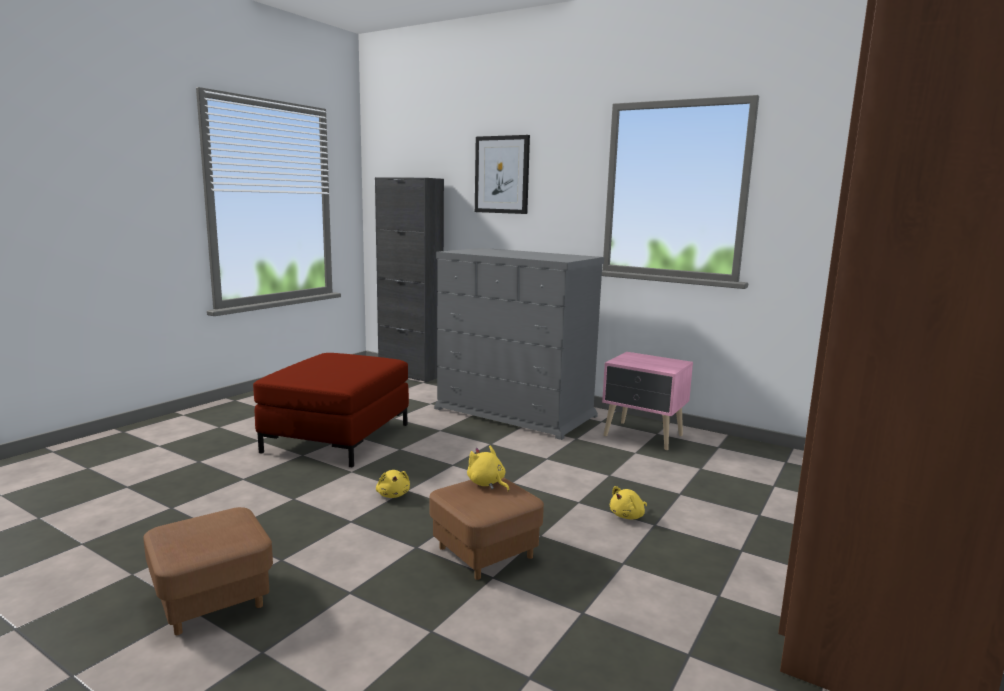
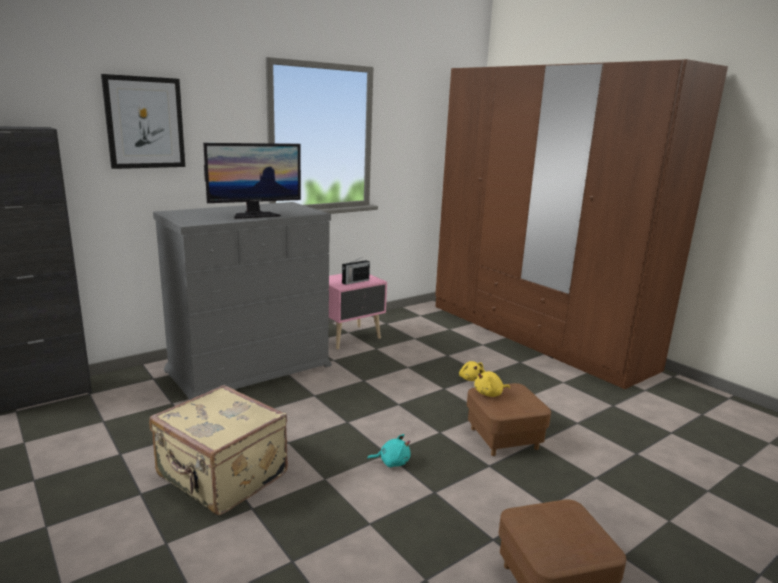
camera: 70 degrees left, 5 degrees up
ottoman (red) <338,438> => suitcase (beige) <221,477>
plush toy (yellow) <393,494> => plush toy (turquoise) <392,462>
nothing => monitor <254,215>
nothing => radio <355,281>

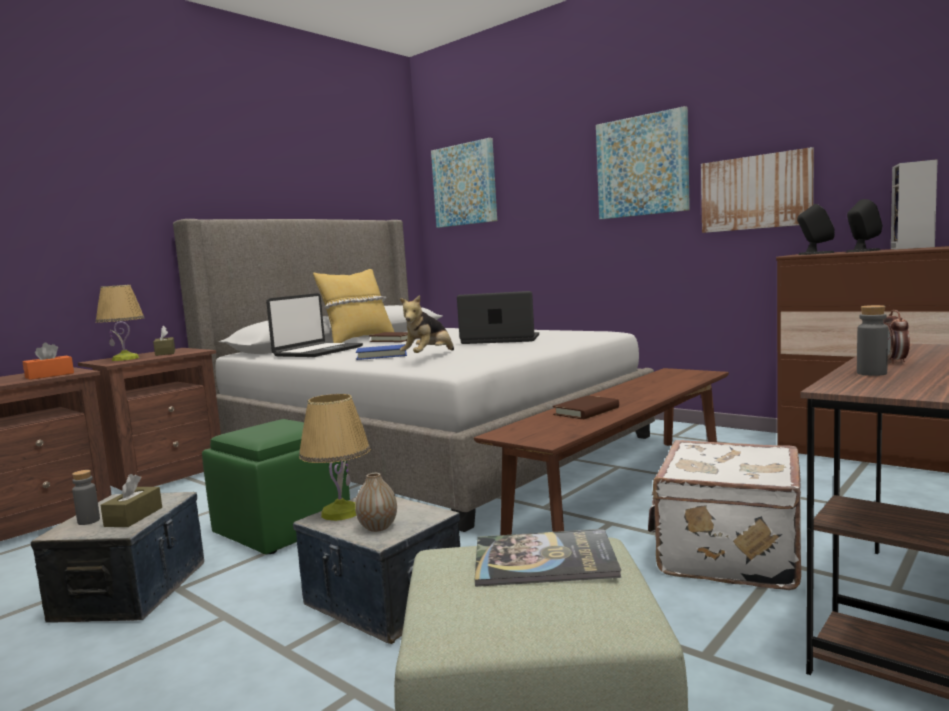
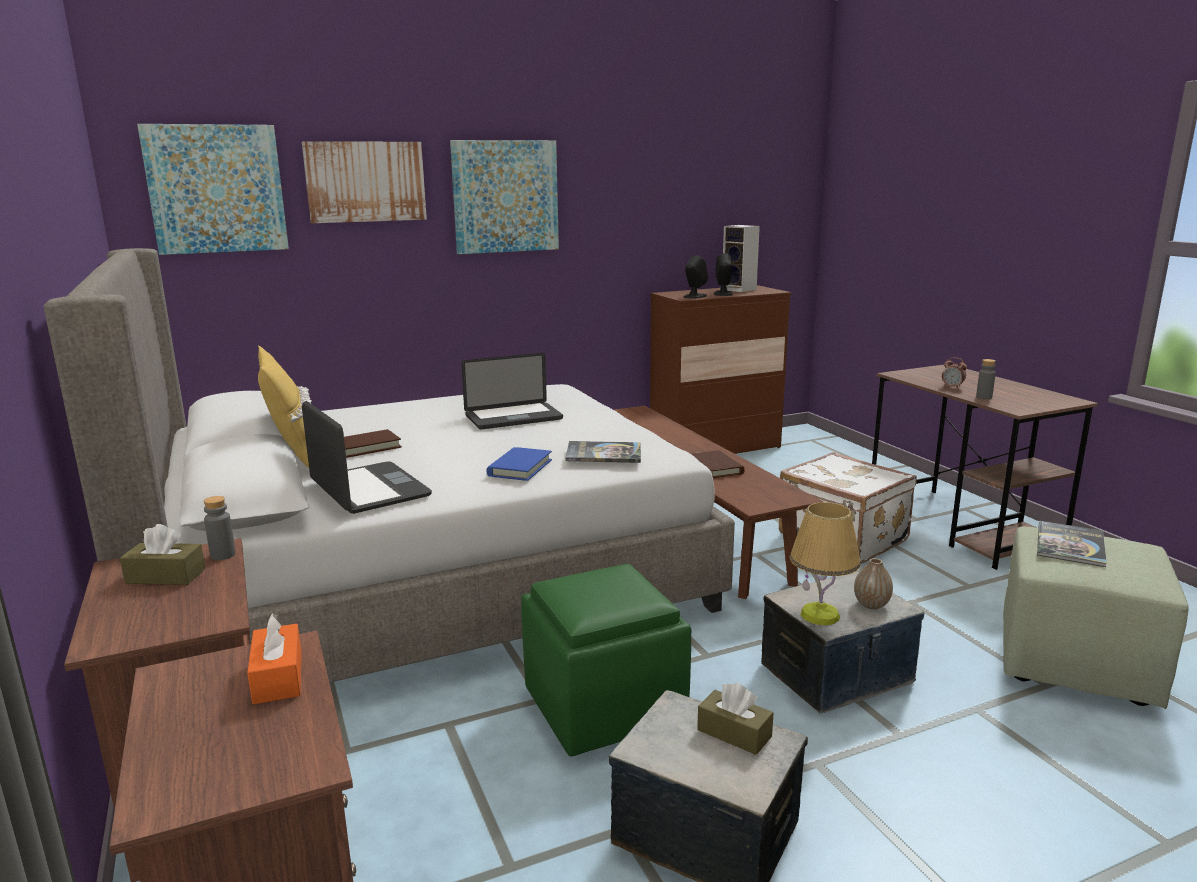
camera: 65 degrees left, 10 degrees up
bottle (grey) <88,521> => bottle (grey) <223,555>, relocated
table lamp <125,359> => nothing
plush toy <429,356> => book <603,453>
laptop <500,340> => laptop <513,417>, 150 degrees counterclockwise
picture <755,192> => picture <365,182>, relocated

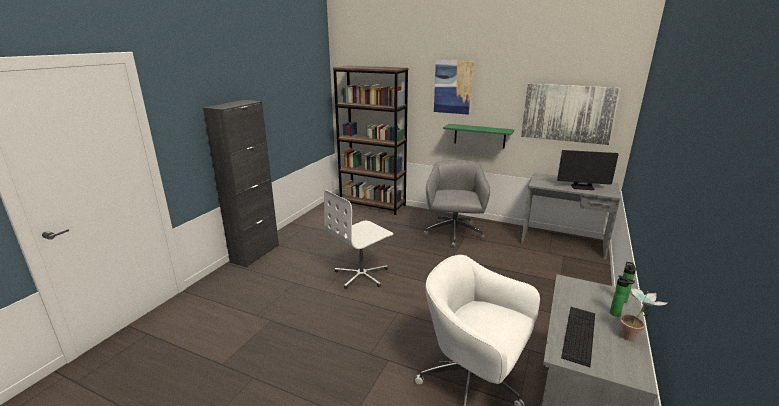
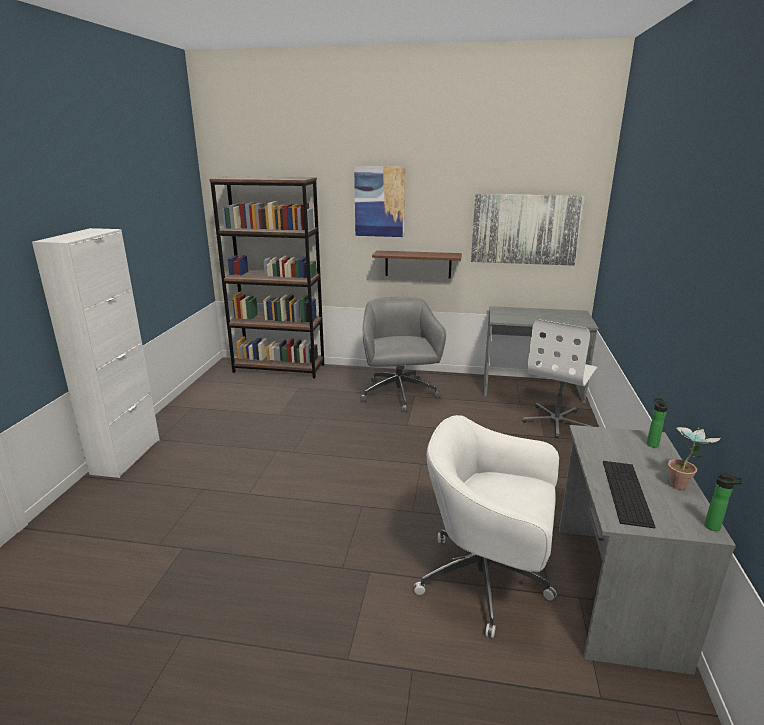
camera: 15 degrees left, 0 degrees up
cabinet (black) <255,253> => cabinet (white) <126,456>
office chair (white) <362,275> => office chair (white) <556,421>, relocated
shelf (green) <479,136> => shelf (brown) <418,264>
monitor <582,187> => nothing
bottle <616,314> => bottle <715,527>, relocated

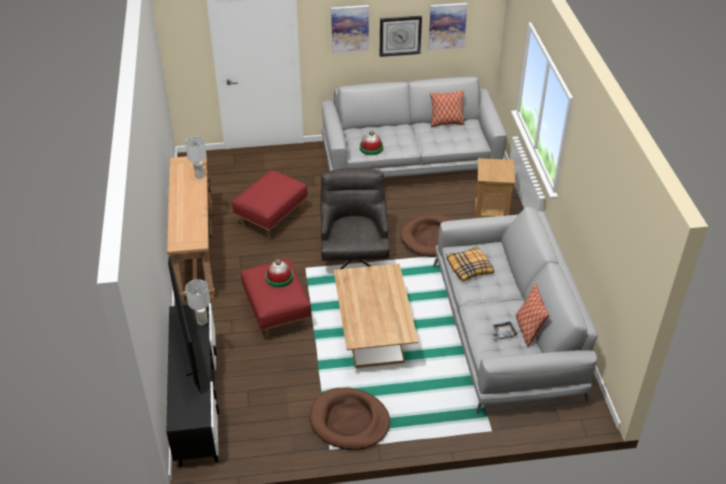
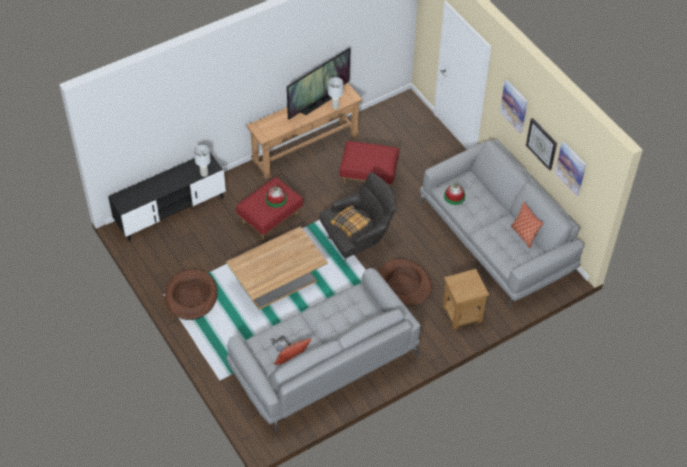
camera: 65 degrees right, 10 degrees up
television <187,351> => television <318,103>, relocated
pillow <469,268> => pillow <351,224>, relocated

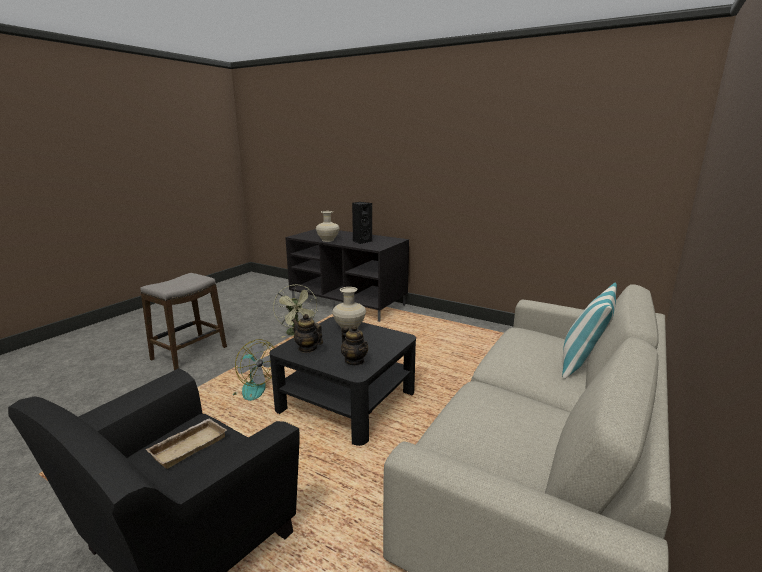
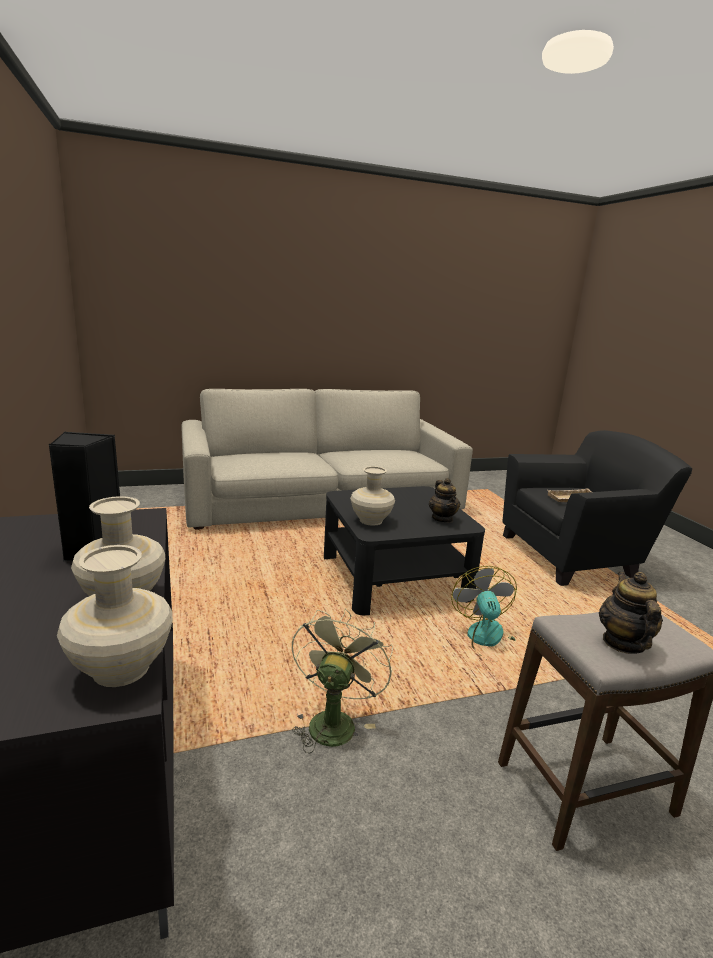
camera: 140 degrees left, 0 degrees up
teapot <354,361> => teapot <623,643>, relocated
pillow <583,363> => nothing
nothing => vase (beige) <122,668>

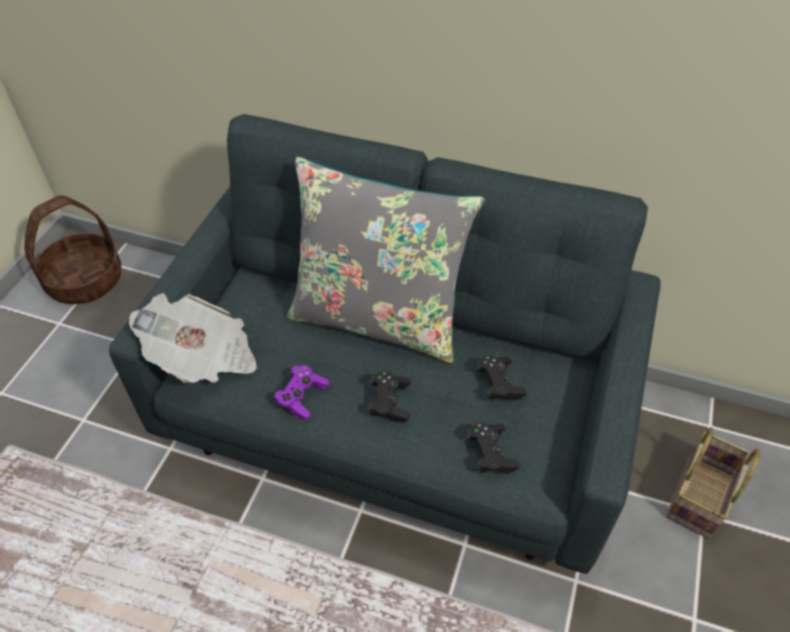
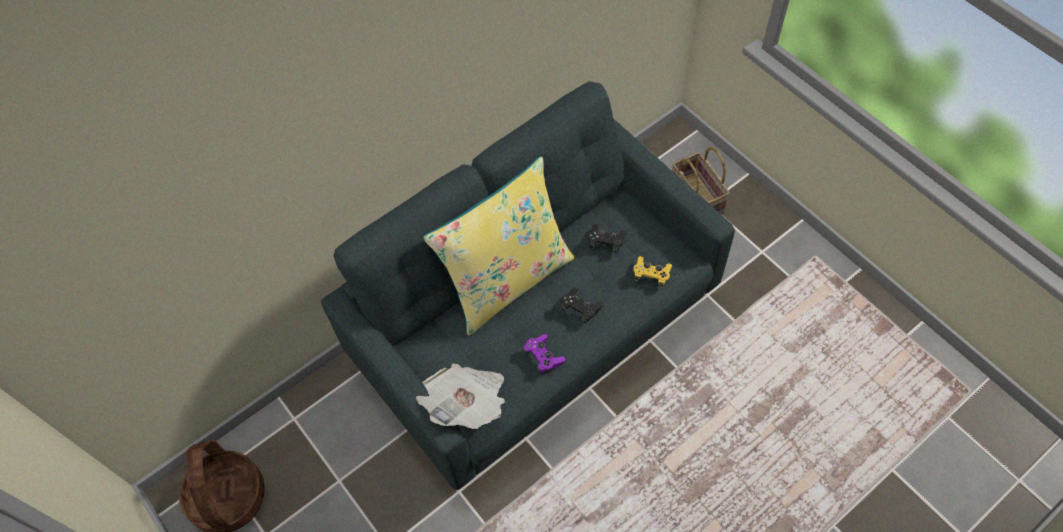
camera: 55 degrees left, 10 degrees up
pillow (grey) <378,318> => pillow (yellow) <507,280>
game controller (black) <490,454> => game controller (yellow) <651,275>

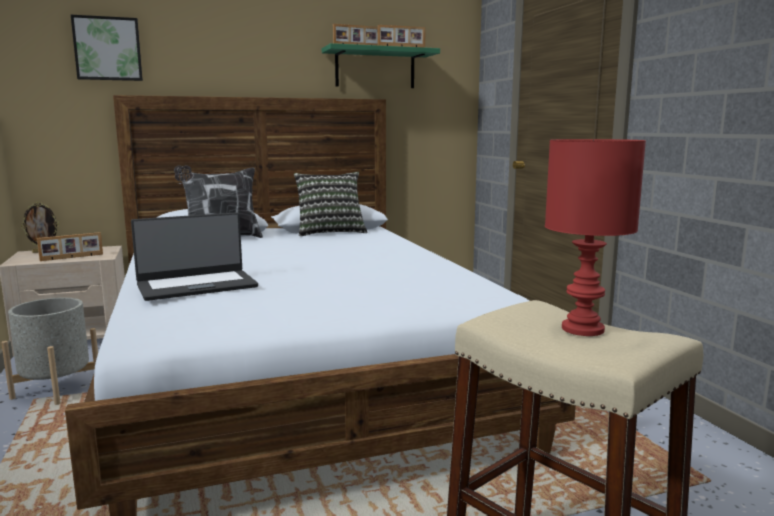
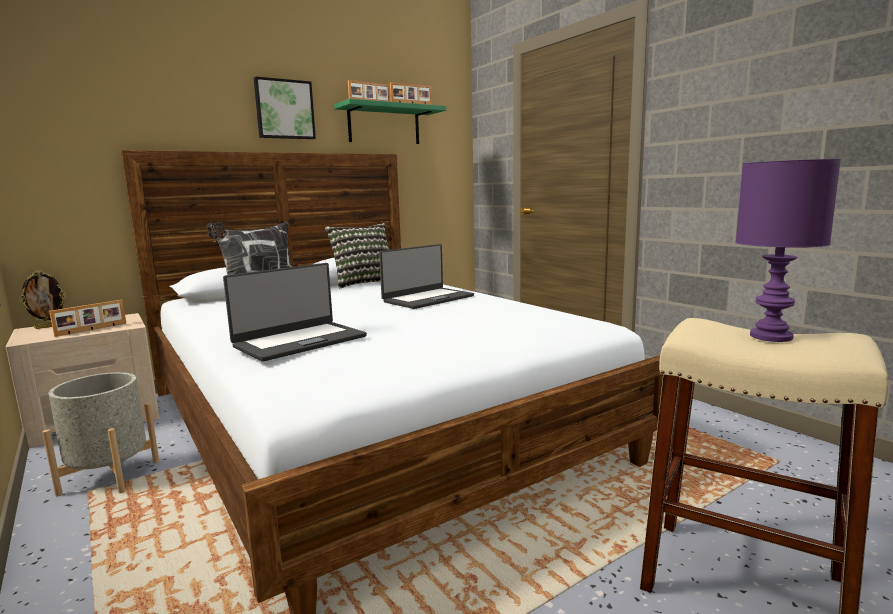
camera: 15 degrees left, 0 degrees up
picture <108,49> => picture <284,109>, relocated
table lamp (red) <584,329> => table lamp (purple) <773,337>
nothing => laptop <427,299>

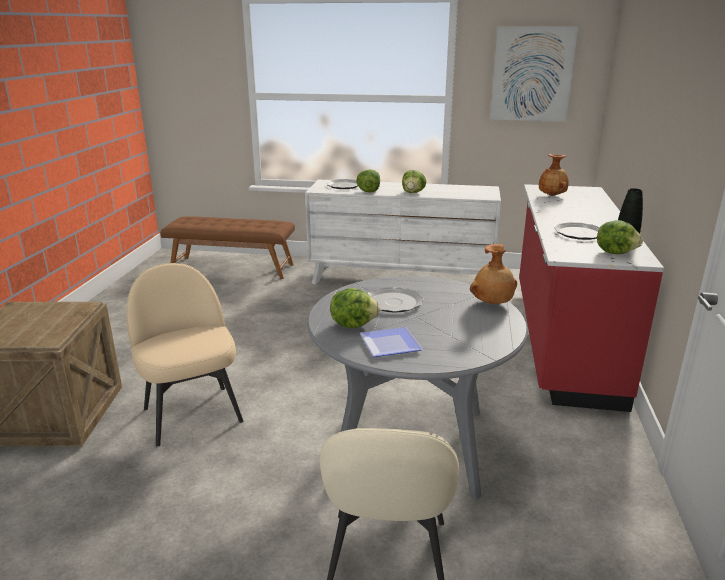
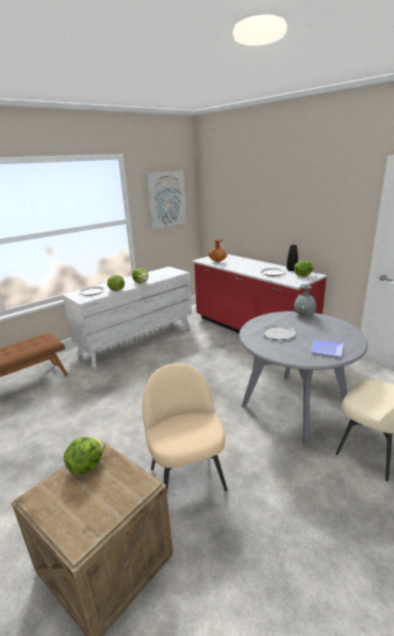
camera: 50 degrees left, 0 degrees up
chair (beige) <192,413> => chair (beige) <187,477>, 60 degrees clockwise
lettuce <353,324> => lettuce <86,465>, relocated
vase (brown) <492,304> => vase (grey) <304,315>

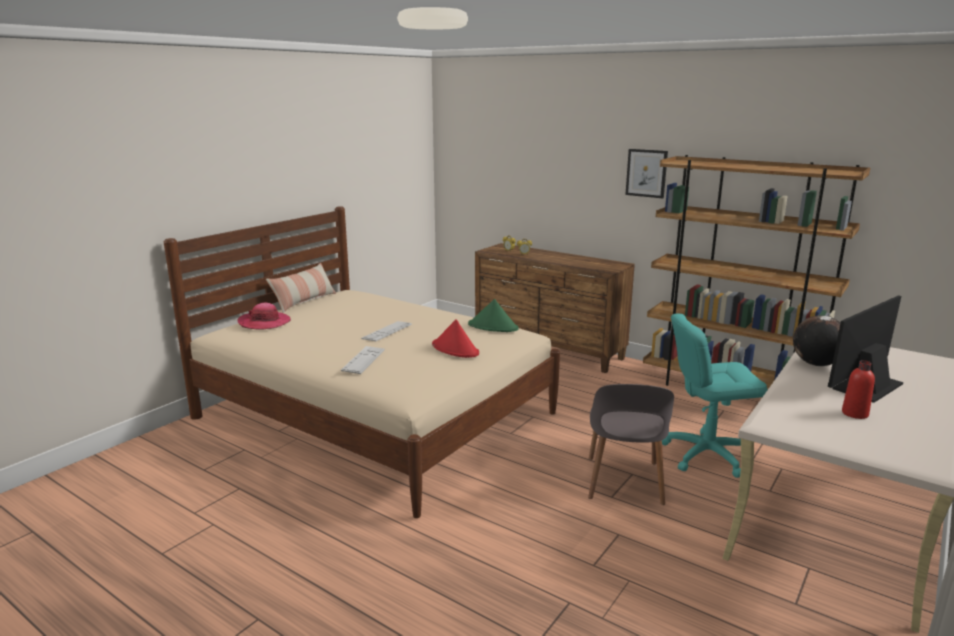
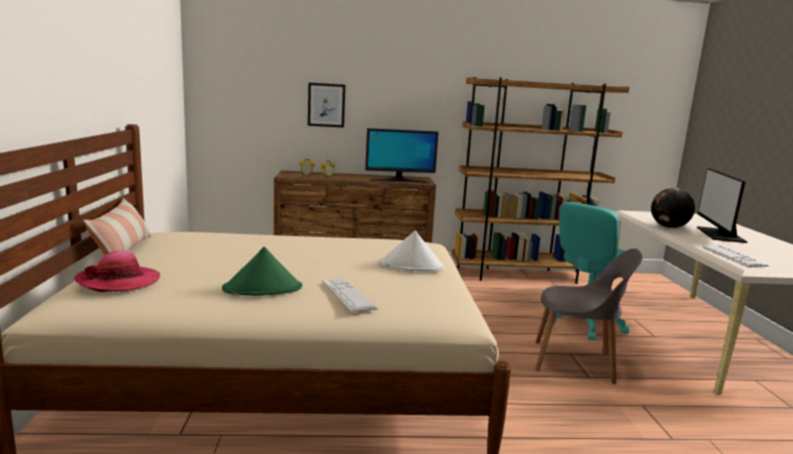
camera: 40 degrees left, 5 degrees down
keyboard <387,332> => keyboard <733,256>, relocated
hat (red) <455,349> => hat (white) <411,266>
hat (green) <493,327> => hat (green) <263,288>, relocated
chair (grey) <624,482> => chair (grey) <576,362>, 45 degrees counterclockwise
picture <646,173> => picture <326,105>, relocated
bottle (red) <855,413> => nothing
nothing => monitor <399,181>

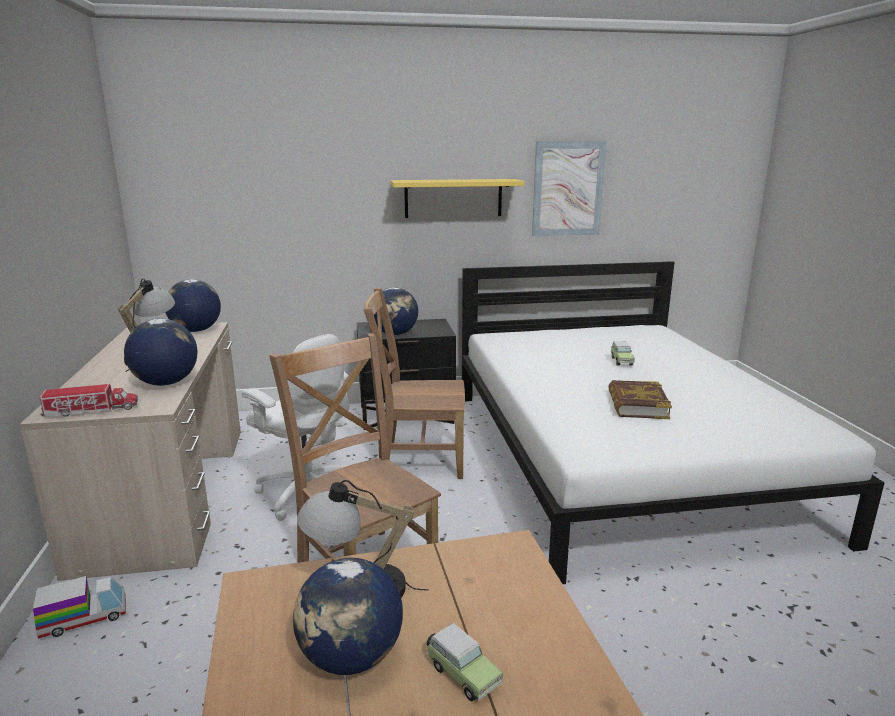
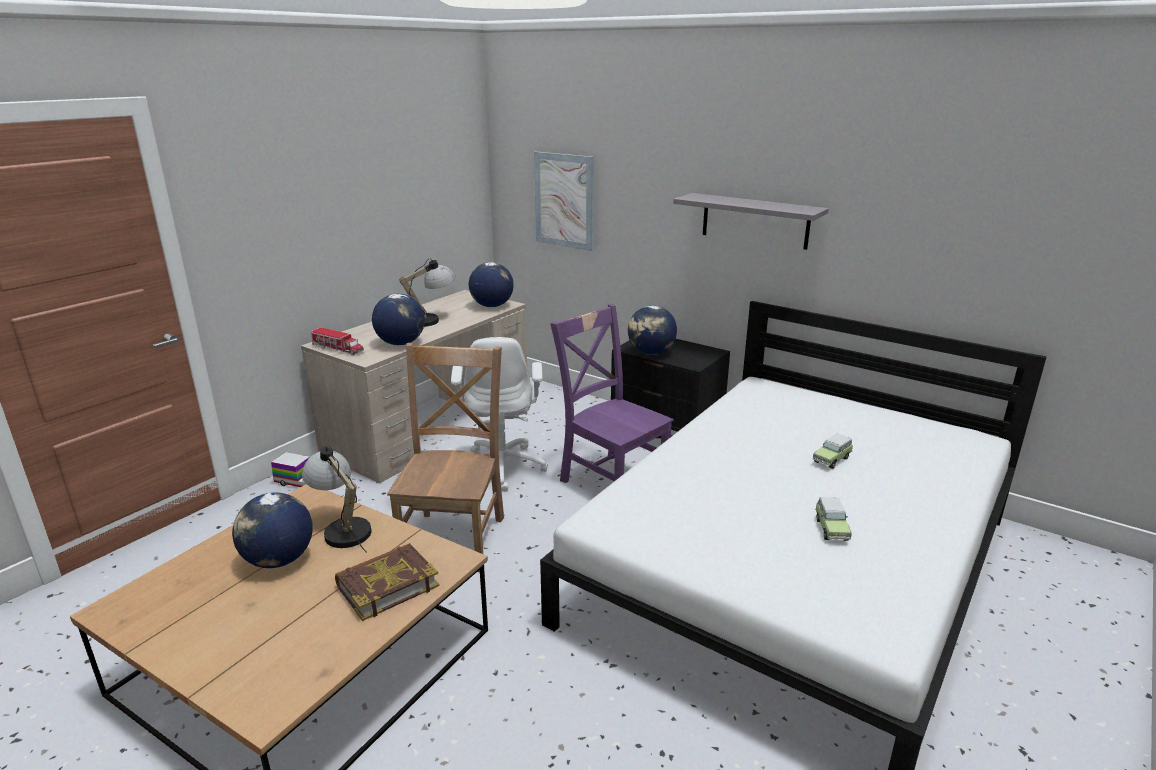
camera: 45 degrees right, 5 degrees up
chair (brown) <418,460> => chair (purple) <611,480>
shelf (yellow) <453,198> => shelf (grey) <755,221>
toy car <462,674> => toy car <831,528>, relocated
picture <568,189> => picture <564,201>, relocated
book <637,405> => book <387,586>, relocated

